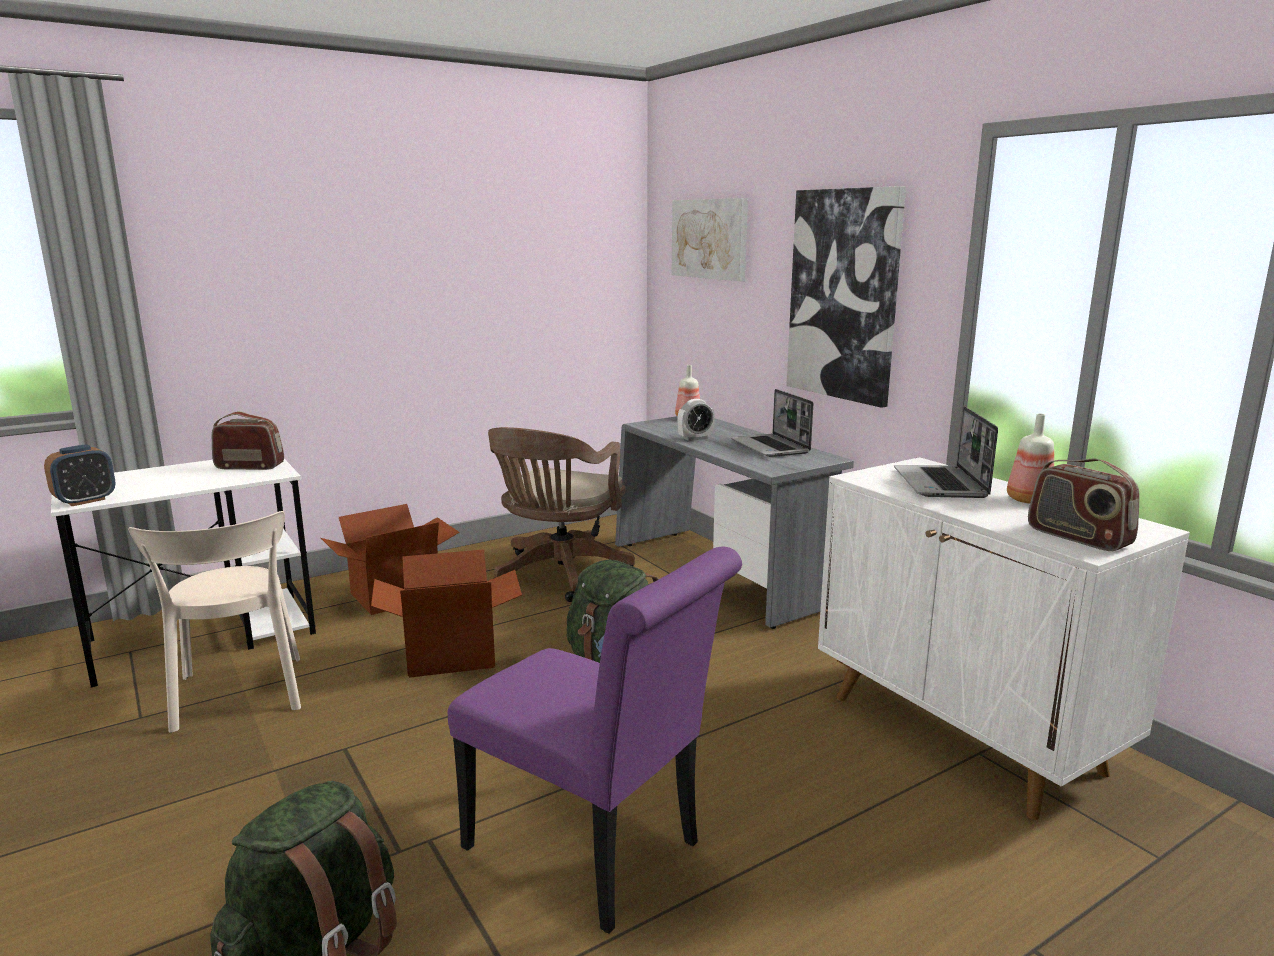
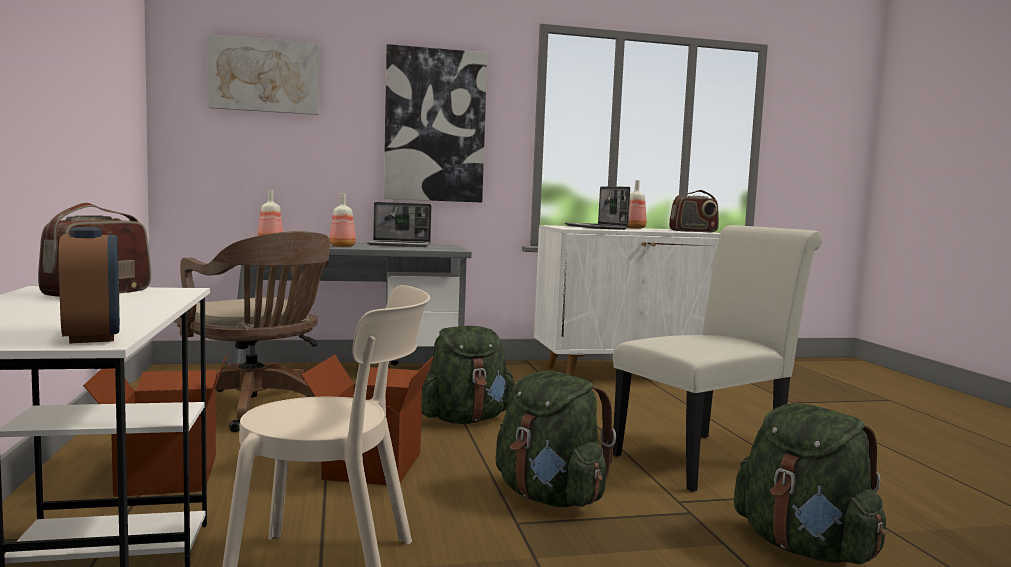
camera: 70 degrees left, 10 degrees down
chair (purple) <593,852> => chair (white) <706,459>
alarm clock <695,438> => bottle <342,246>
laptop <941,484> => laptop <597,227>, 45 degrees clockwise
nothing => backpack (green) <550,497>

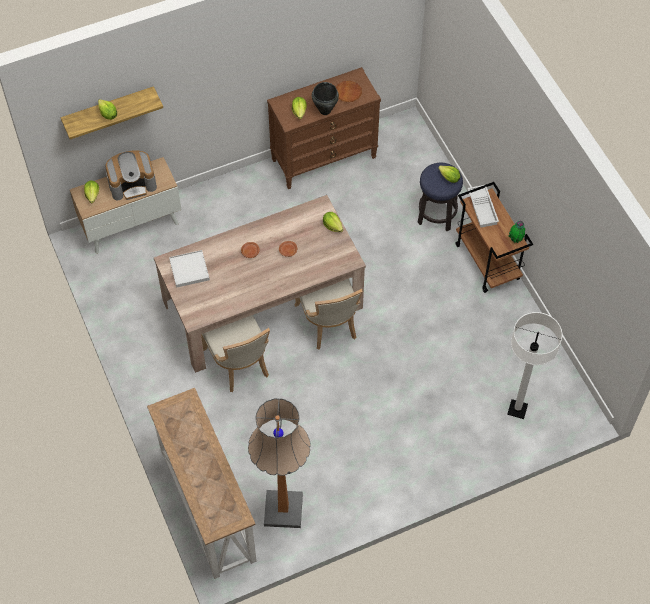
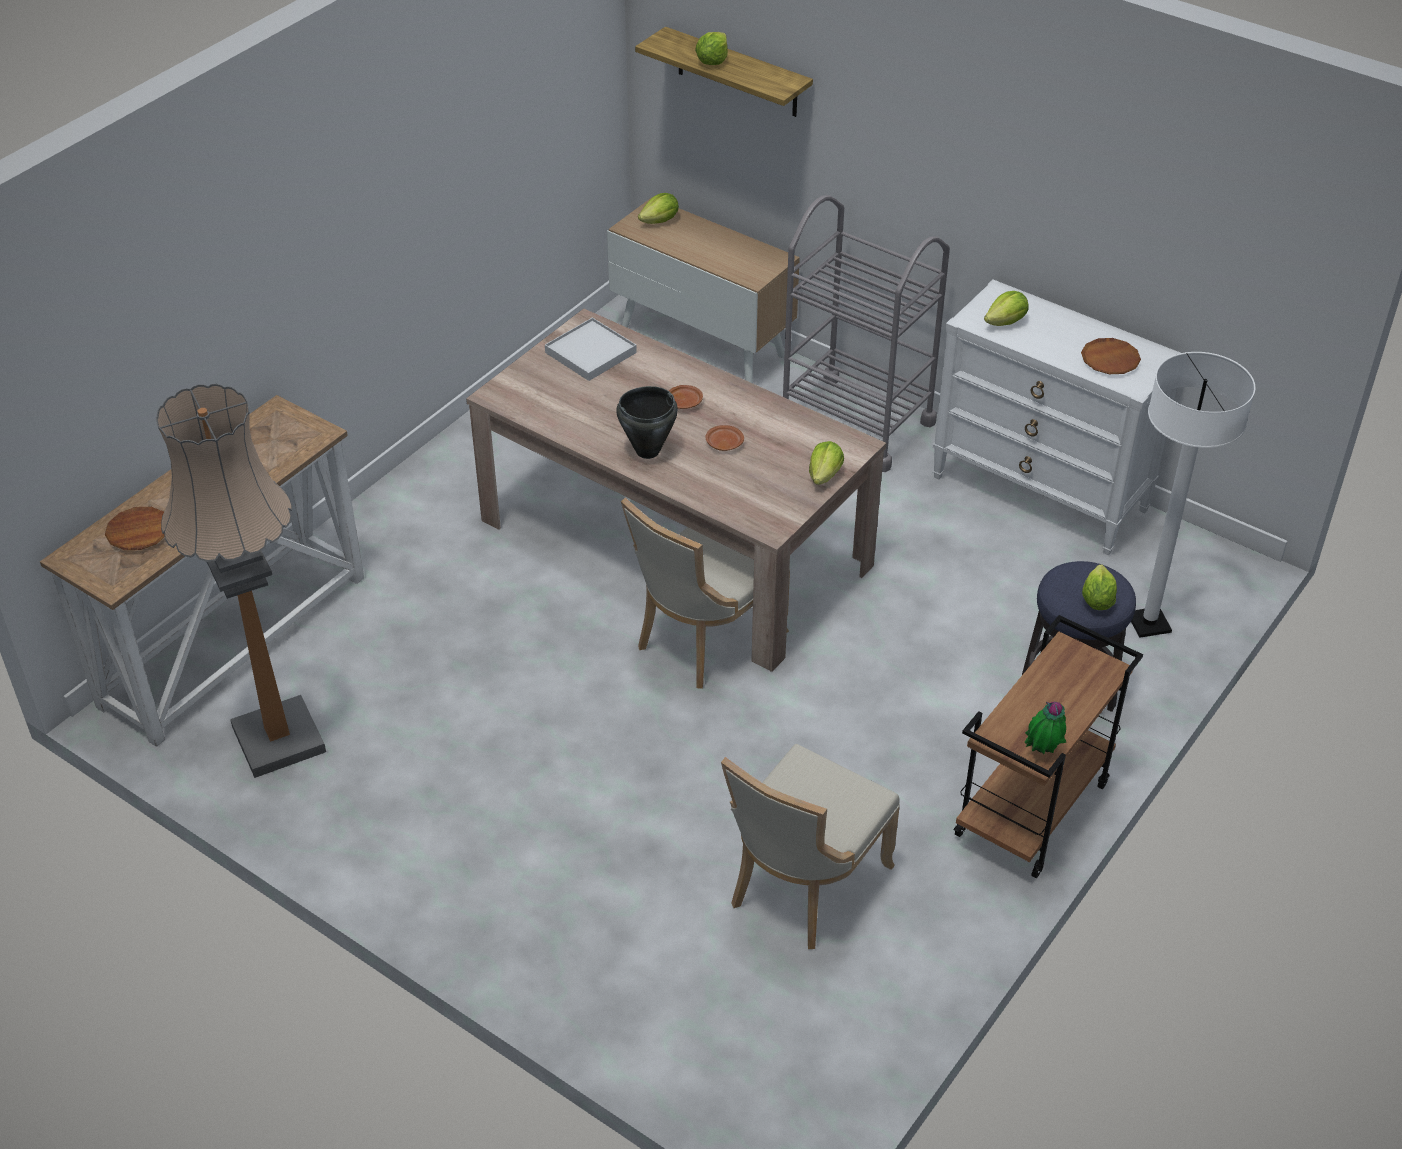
camera: 60 degrees right, 15 degrees down
coffee machine <132,184> => nothing
chair (beige) <239,364> => chair (beige) <803,887>, relocated
dresser (brown) <324,158> => dresser (white) <1040,493>
cooking pot (black) <324,111> => cooking pot (black) <647,451>, relocated
tray (white) <483,208> => nothing
floor lamp (white) <517,409> => floor lamp (white) <1148,624>, relocated
nothing => plate (brown) <139,532>
nothing => cart (grey) <856,422>

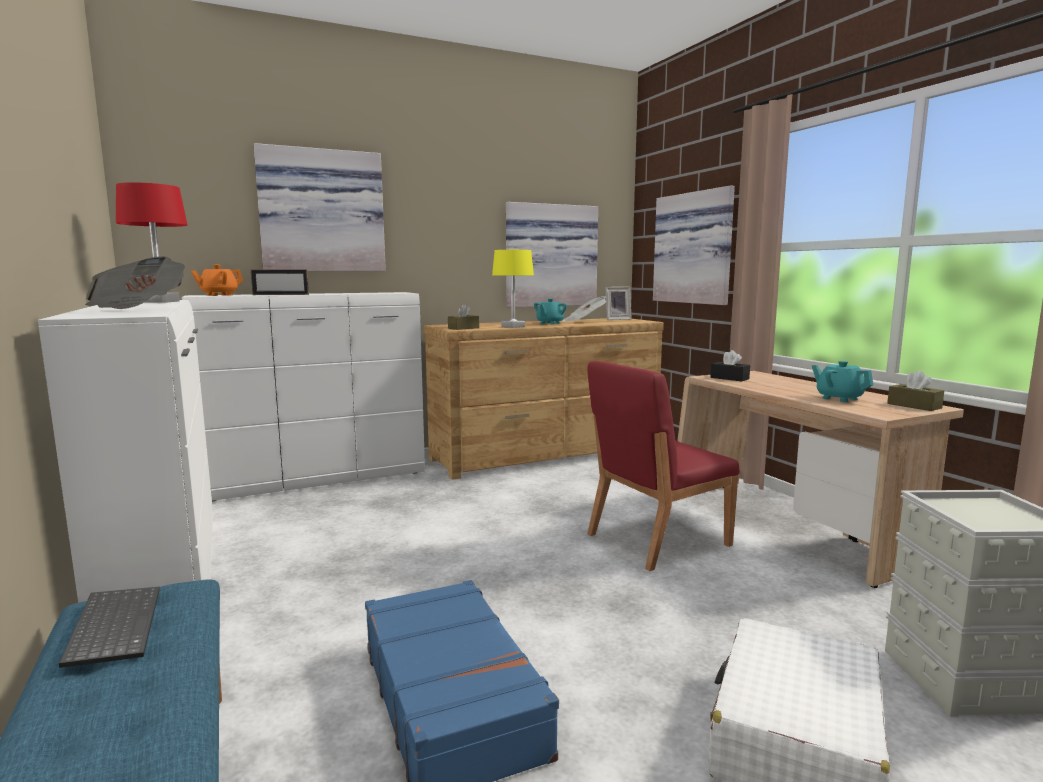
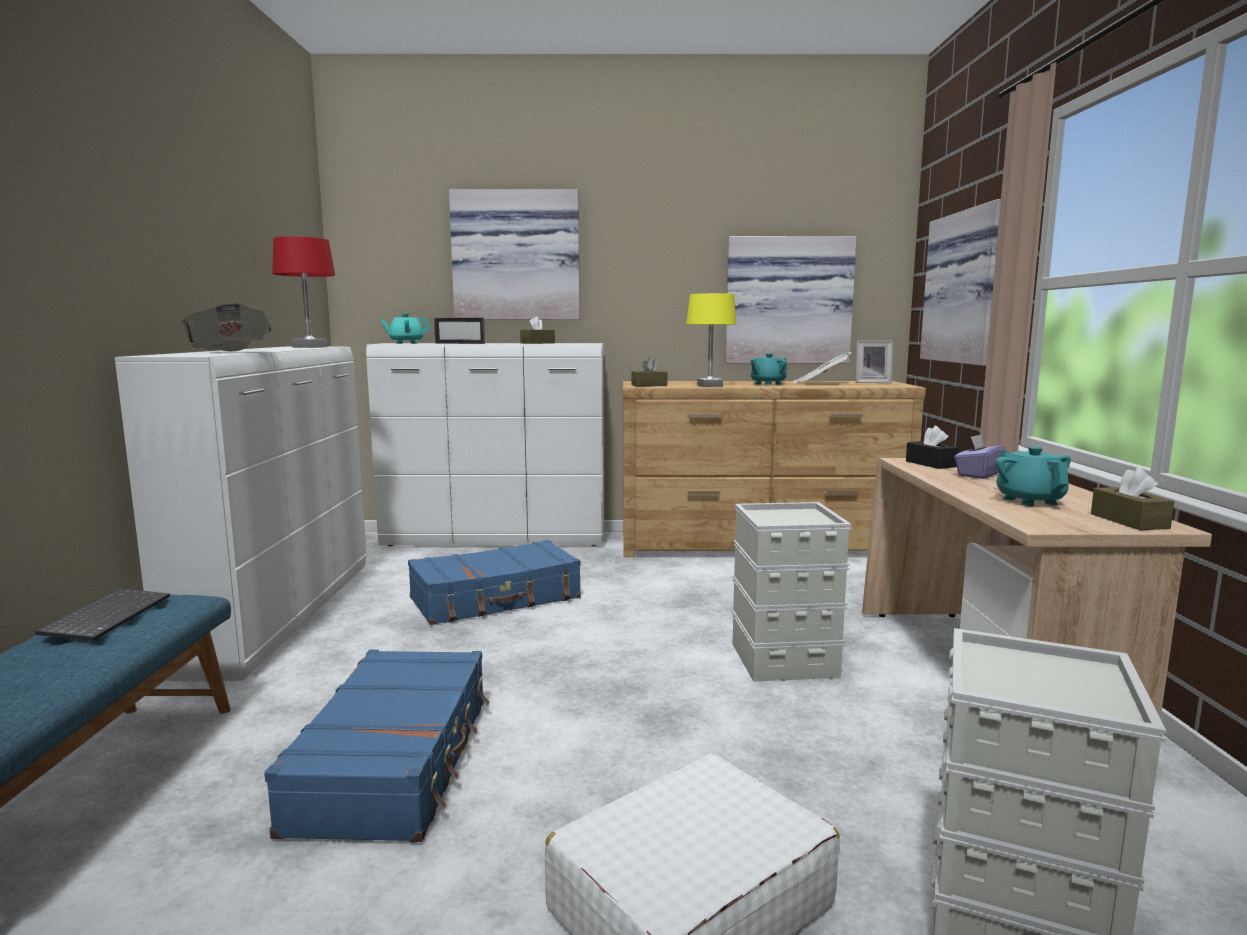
camera: 25 degrees right, 0 degrees up
teapot (orange) <219,295> => teapot (turquoise) <406,343>
chair (red) <656,540> => storage box (grey) <782,659>
nothing => suitcase (blue) <496,599>
nothing => tissue box (brown) <537,343>
nothing => tissue box (purple) <977,475>

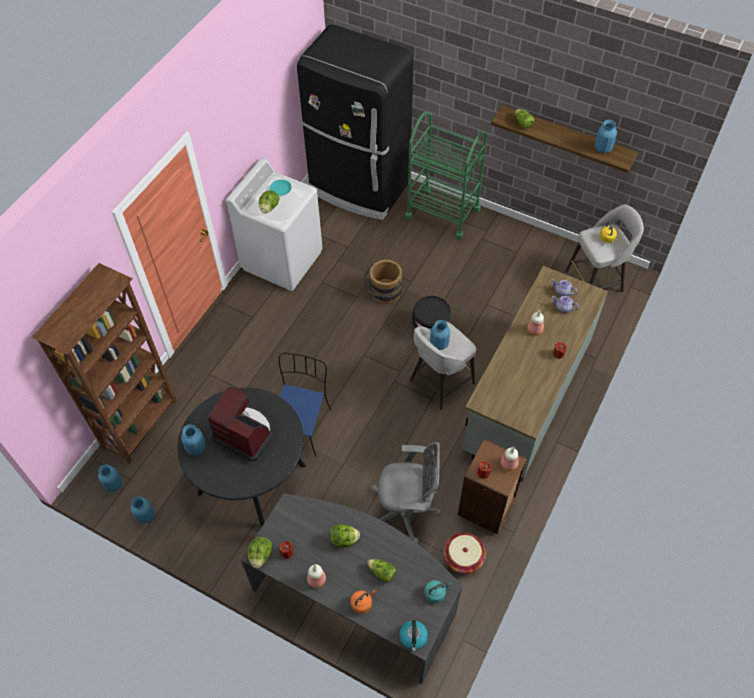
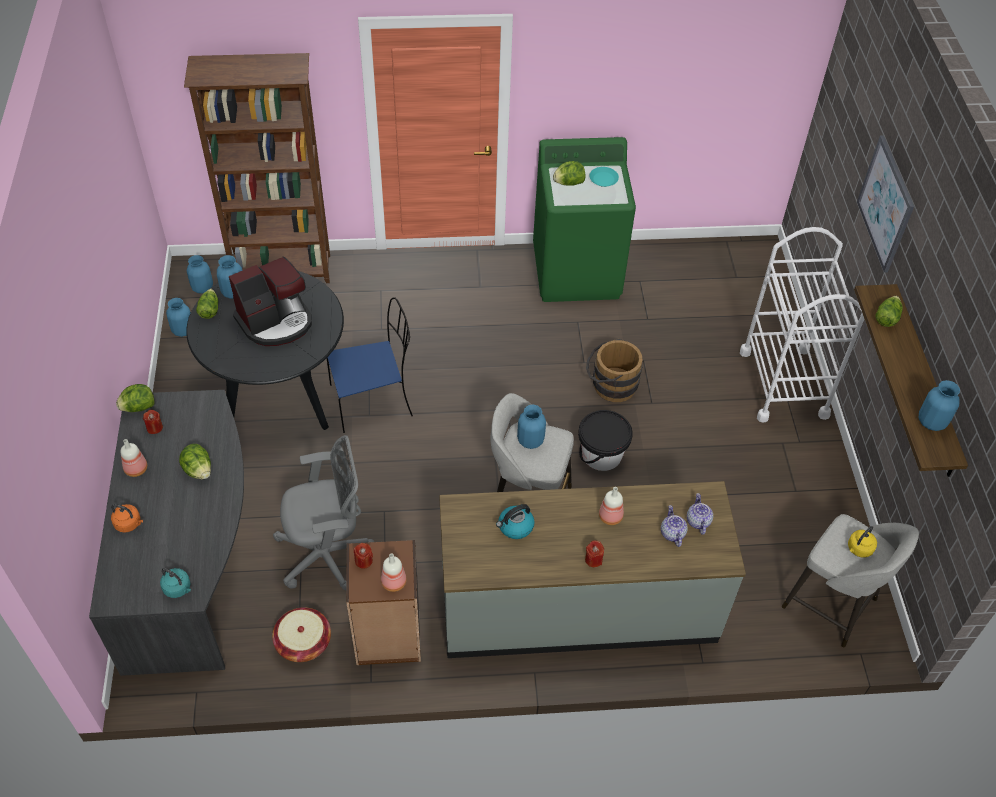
camera: 55 degrees right, 5 degrees down
coffee machine <245,433> => coffee machine <276,322>, 60 degrees clockwise
washing machine (white) <282,260> => washing machine (green) <577,272>
fridge (black) <358,187> => nothing
lettuce <382,573> => lettuce <209,310>, relocated
office chair (grey) <406,512> => office chair (grey) <328,554>, 75 degrees counterclockwise
kettle <413,637> => kettle <515,527>, relocated
cart (green) <442,213> => cart (white) <783,383>
nothing => picture <885,204>

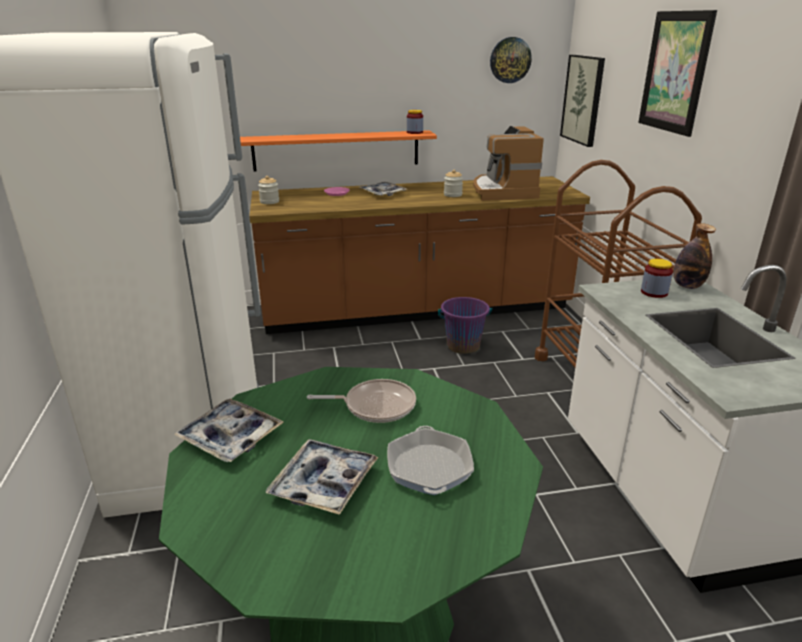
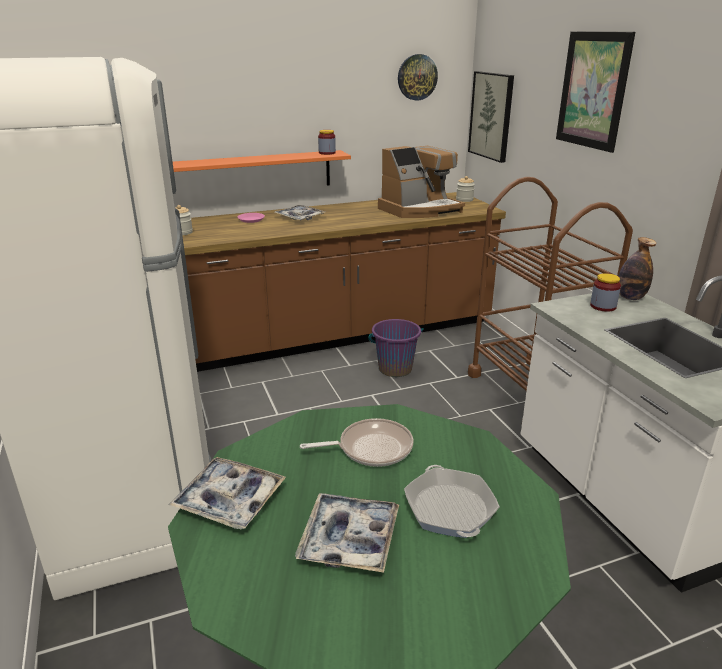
camera: 10 degrees left, 0 degrees up
jar <453,195> => jar <464,200>, relocated
coffee machine <502,191> => coffee machine <420,210>, 105 degrees counterclockwise

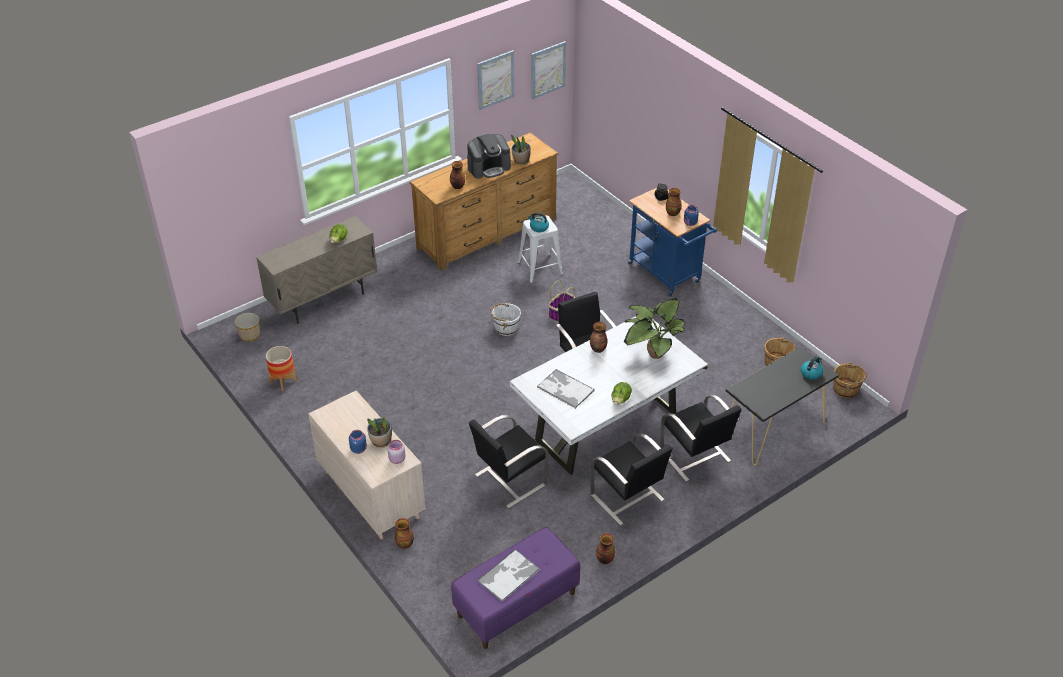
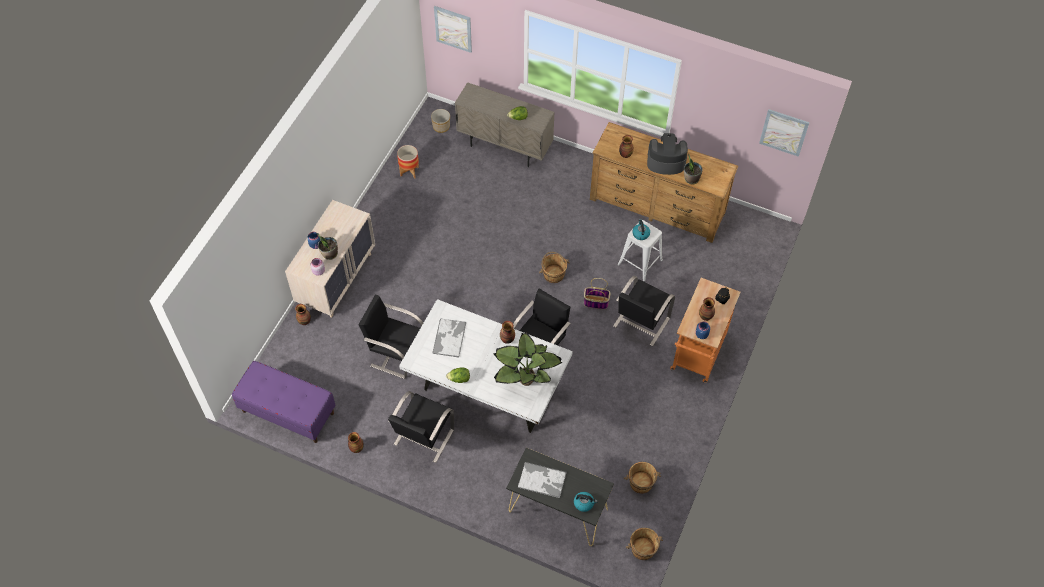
camera: 60 degrees right, 15 degrees up
coffee machine <489,167> => coffee machine <665,162>, 150 degrees clockwise
picture <495,79> => picture <453,29>, relocated
tray <509,575> => tray <542,480>, relocated
bucket (white) <506,328> => bucket (brown) <553,274>
cart (blue) <667,275> => cart (orange) <697,355>
chair (black) <695,457> => chair (black) <640,322>, relocated

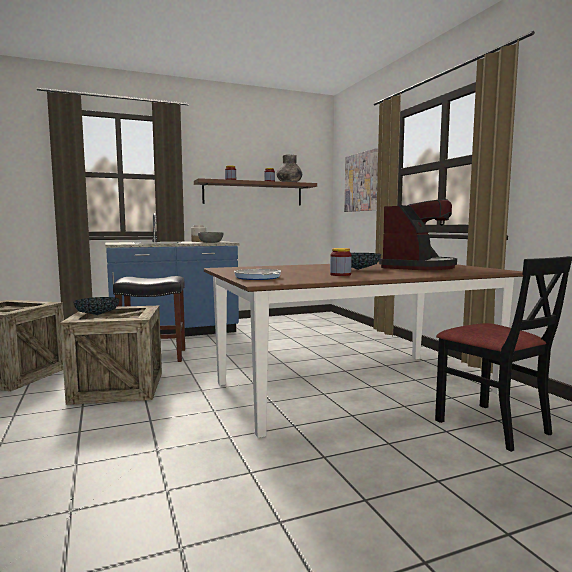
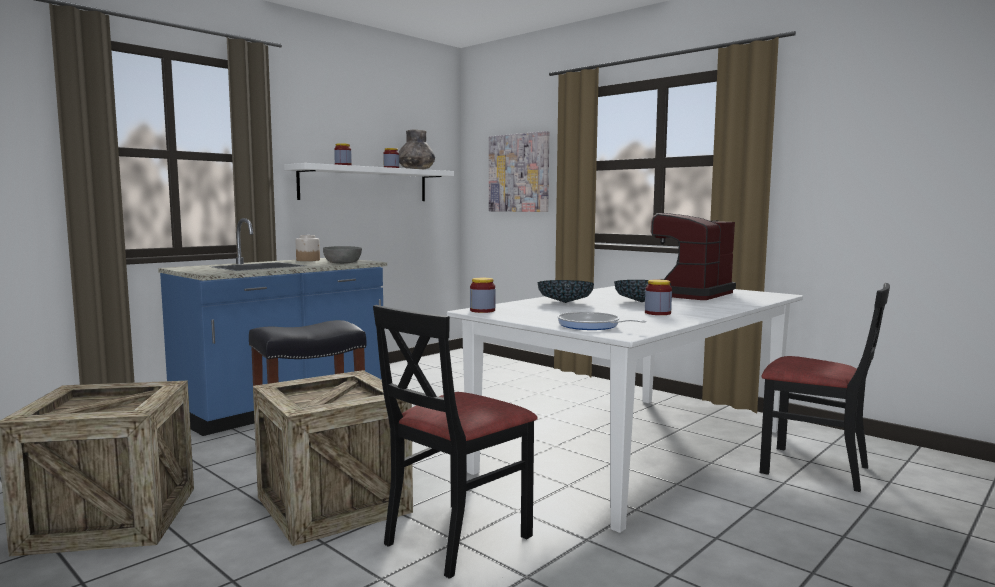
camera: 25 degrees left, 0 degrees up
bowl <97,315> => bowl <565,302>, relocated
shelf (brown) <253,193> => shelf (white) <365,184>
dining table (brown) <356,388> => dining table (white) <636,450>
coffee machine <418,267> => coffee machine <686,294>, 150 degrees counterclockwise
nothing => chair (black) <456,538>
nothing => jar <482,310>

